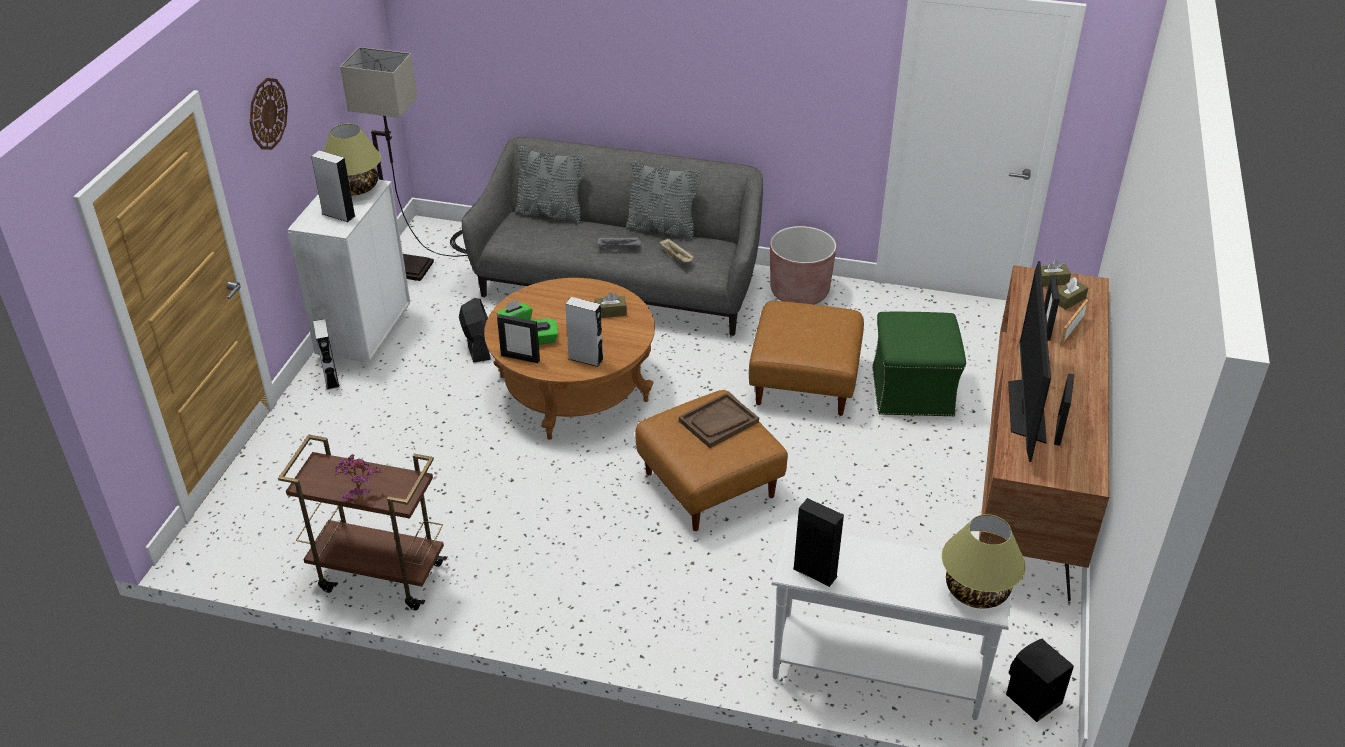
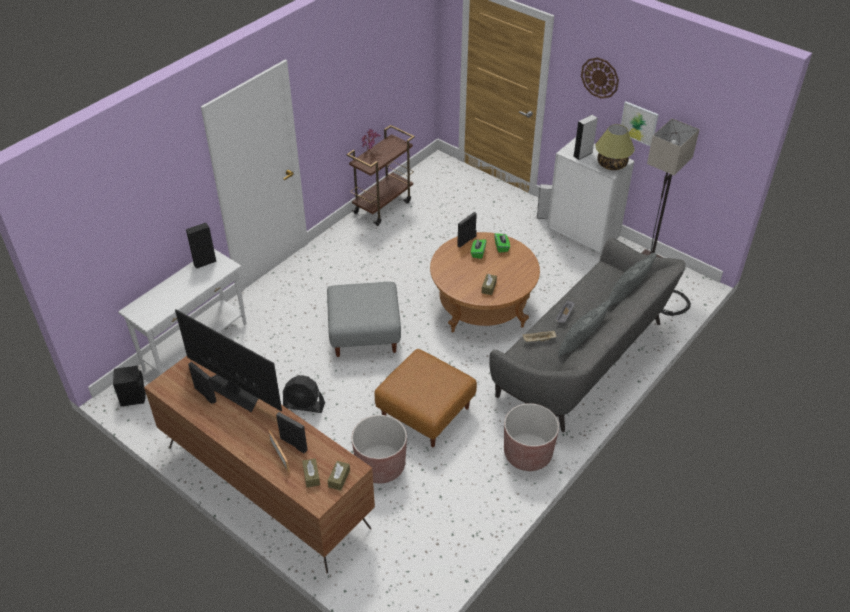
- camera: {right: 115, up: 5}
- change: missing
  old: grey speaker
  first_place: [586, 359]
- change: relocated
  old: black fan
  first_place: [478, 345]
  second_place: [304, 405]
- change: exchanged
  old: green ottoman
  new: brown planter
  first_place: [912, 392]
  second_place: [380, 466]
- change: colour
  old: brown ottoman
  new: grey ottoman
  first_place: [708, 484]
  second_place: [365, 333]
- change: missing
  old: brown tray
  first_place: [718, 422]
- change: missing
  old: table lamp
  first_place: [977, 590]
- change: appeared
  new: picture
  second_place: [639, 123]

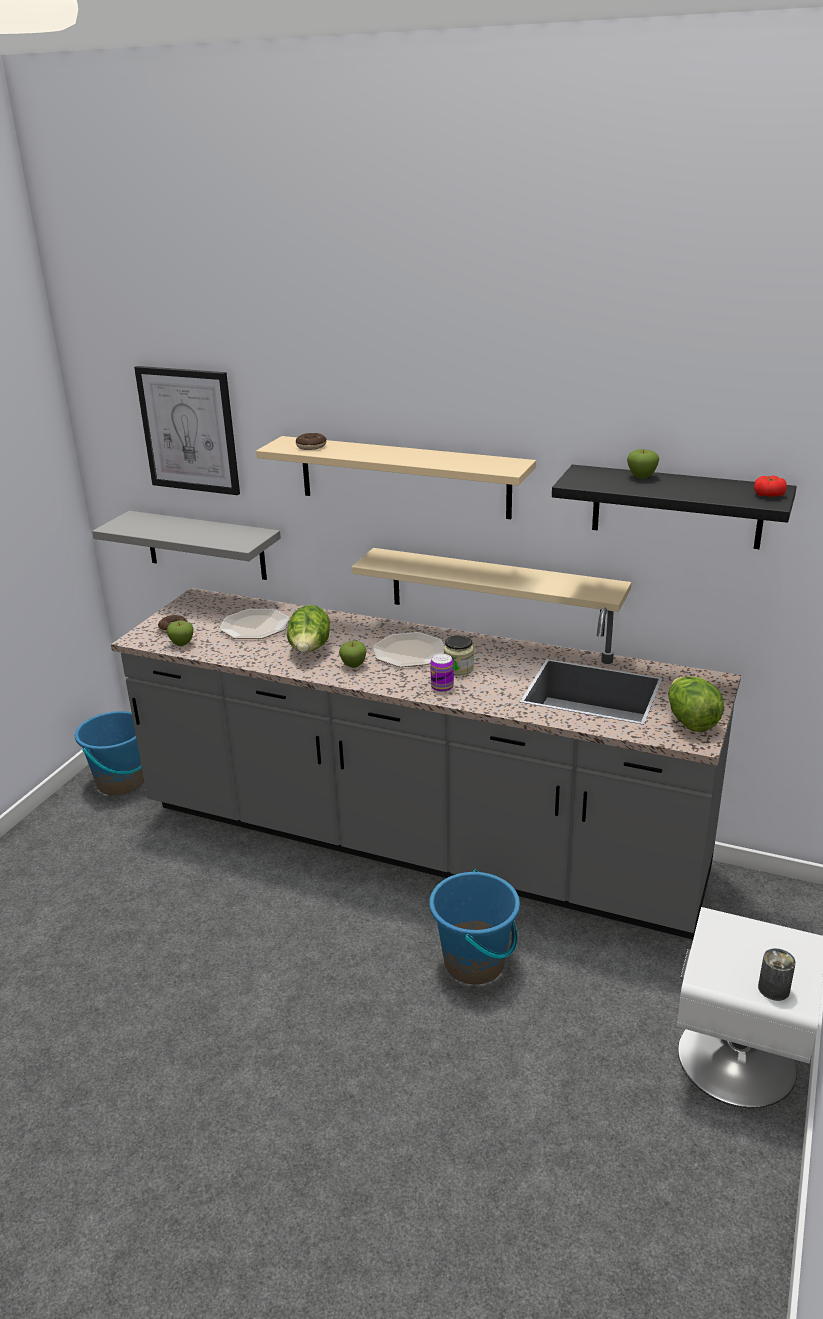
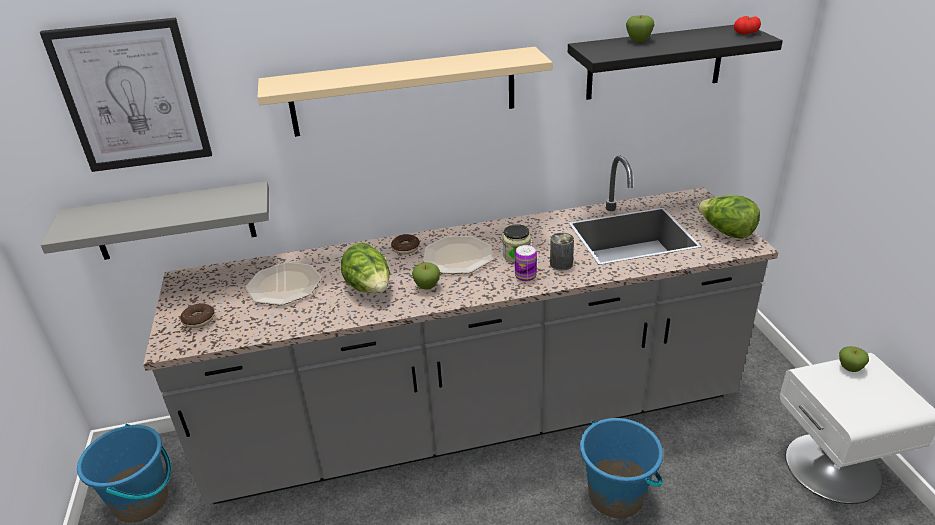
- camera: {right: -35, up: 5}
- change: relocated
  old: donut
  first_place: [311, 447]
  second_place: [406, 248]
- change: missing
  old: beige shelf
  first_place: [496, 591]
- change: relocated
  old: apple
  first_place: [182, 644]
  second_place: [850, 368]
- change: relocated
  old: can
  first_place: [773, 989]
  second_place: [561, 264]

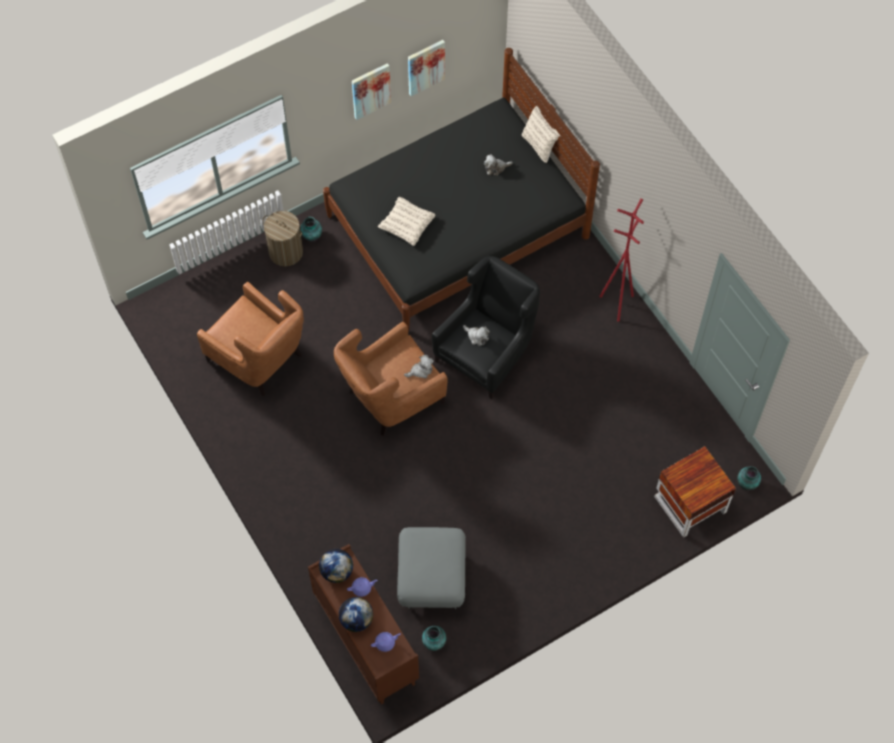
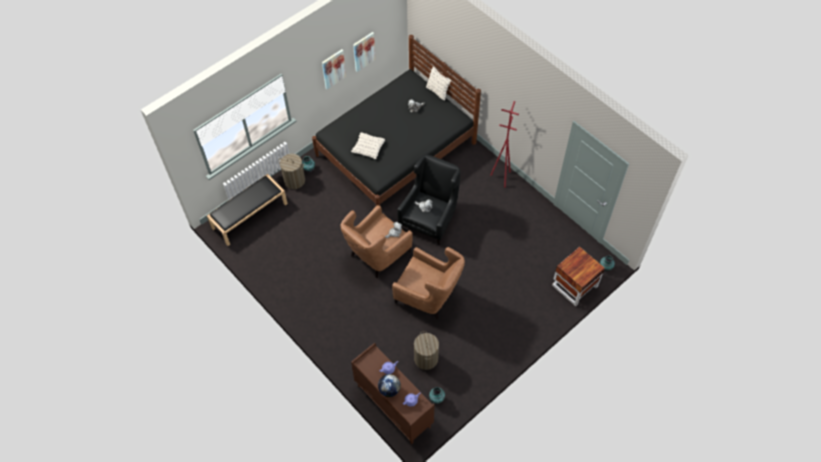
- camera: {right: -10, up: -5}
- change: relocated
  old: brown armchair
  first_place: [259, 358]
  second_place: [428, 296]
- change: exchanged
  old: grey ottoman
  new: laundry basket
  first_place: [431, 577]
  second_place: [426, 358]
- change: missing
  old: globe
  first_place: [337, 571]
- change: appeared
  new: black bench
  second_place: [250, 215]

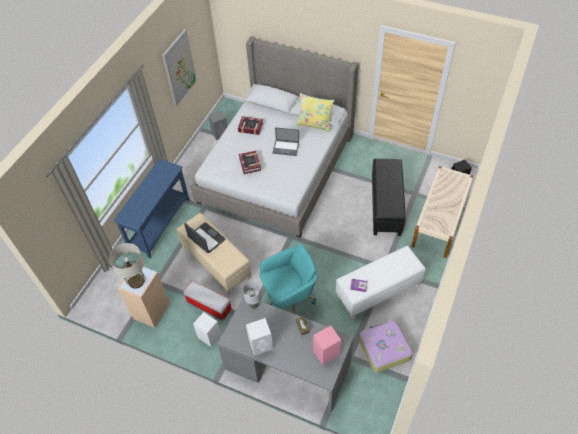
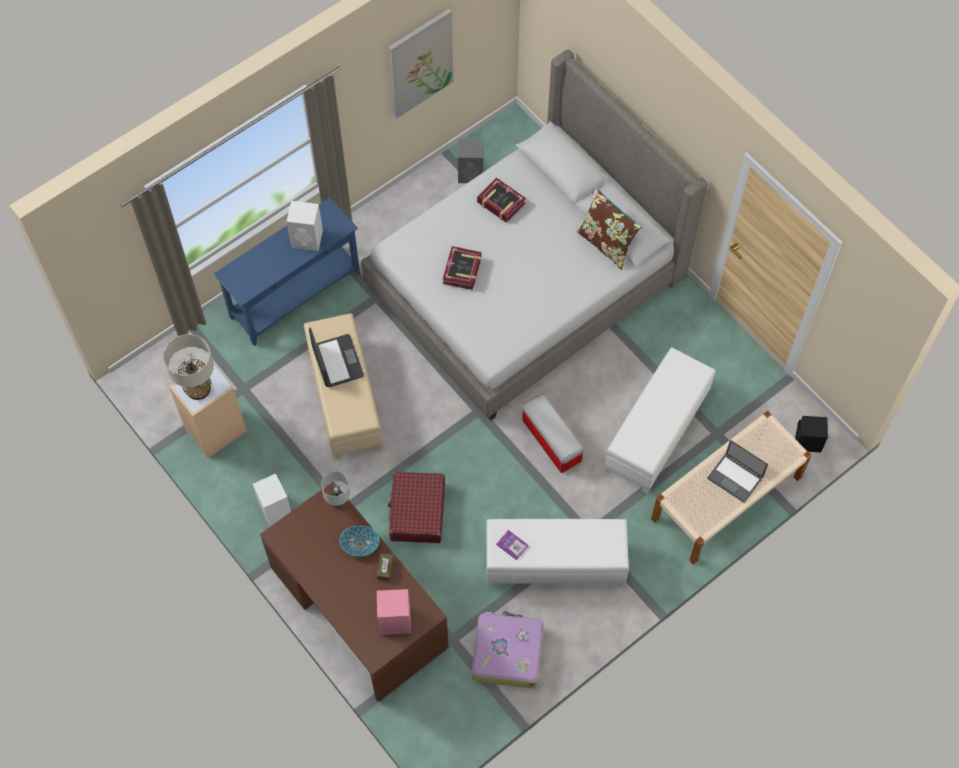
- camera: {right: 25, up: 10}
- change: colour
  old: yellow pillow
  new: brown pillow
  first_place: [315, 124]
  second_place: [606, 244]
- change: relocated
  old: laptop
  first_place: [286, 147]
  second_place: [735, 478]
- change: colour
  old: black ottoman
  new: white ottoman
  first_place: [386, 206]
  second_place: [657, 433]
- change: exchanged
  old: turquoise office chair
  new: red suitcase
  first_place: [290, 300]
  second_place: [417, 512]
- change: relocated
  old: storage box
  first_place: [208, 305]
  second_place: [551, 440]
- change: colour
  old: grey desk
  new: brown desk
  first_place: [287, 366]
  second_place: [358, 607]
- change: relocated
  old: white speaker
  first_place: [261, 344]
  second_place: [308, 239]
- change: appeared
  new: bowl
  second_place: [360, 544]

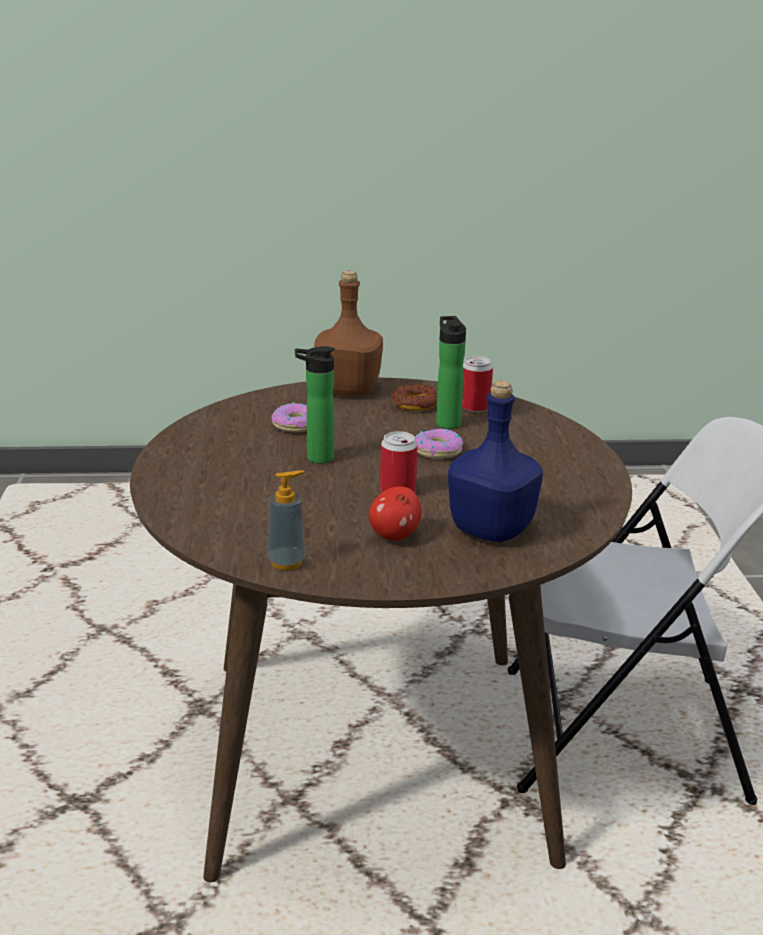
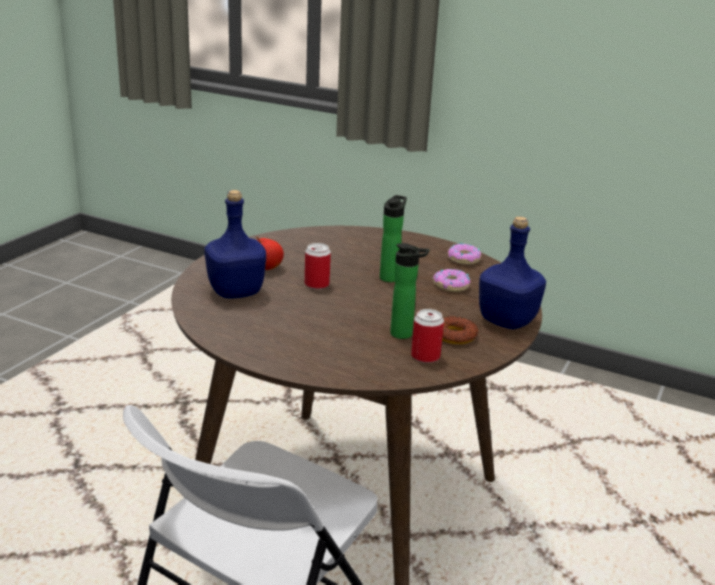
- camera: {right: 120, up: 0}
- change: colour
  old: brown bottle
  new: blue bottle
  first_place: [347, 390]
  second_place: [507, 320]
- change: relocated
  old: donut
  first_place: [437, 451]
  second_place: [464, 259]
- change: missing
  old: soap dispenser
  first_place: [286, 562]

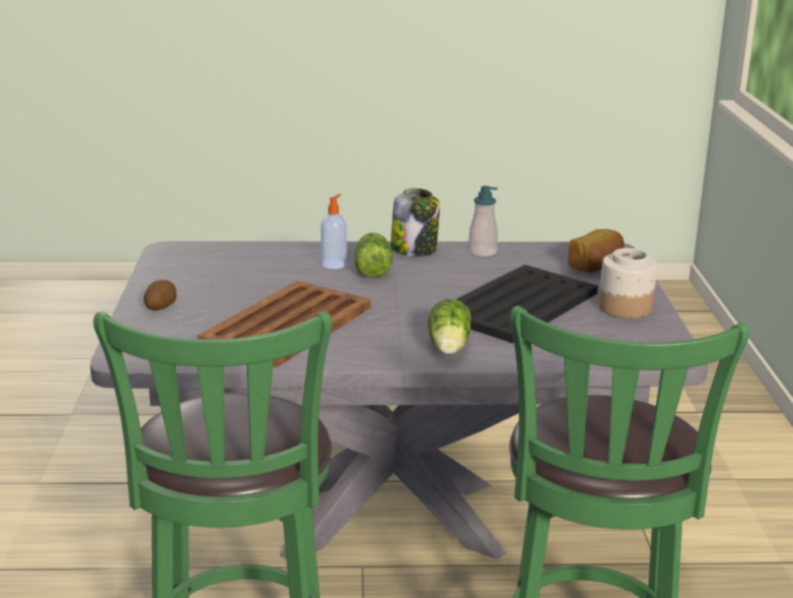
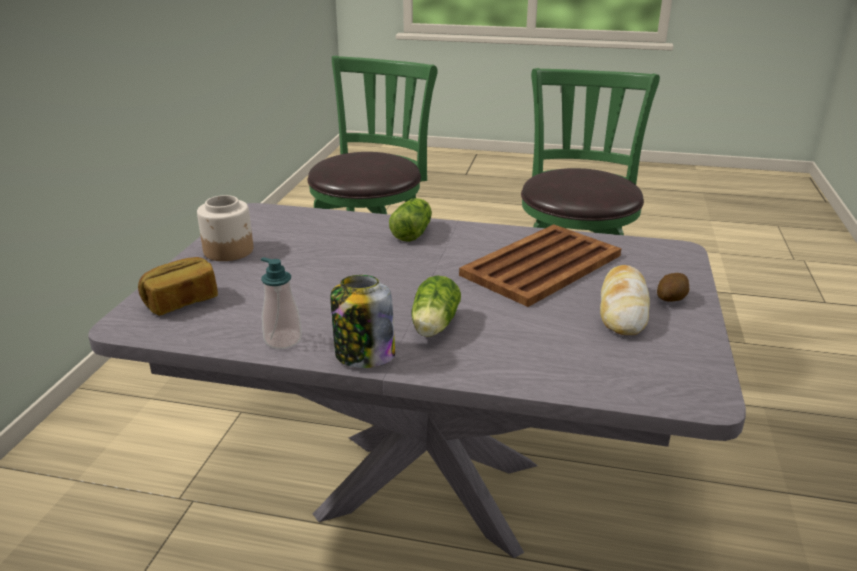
- camera: {right: -165, up: 5}
- change: missing
  old: soap dispenser
  first_place: [334, 264]
- change: missing
  old: black tray
  first_place: [520, 304]
- change: appeared
  new: bread
  second_place: [623, 309]

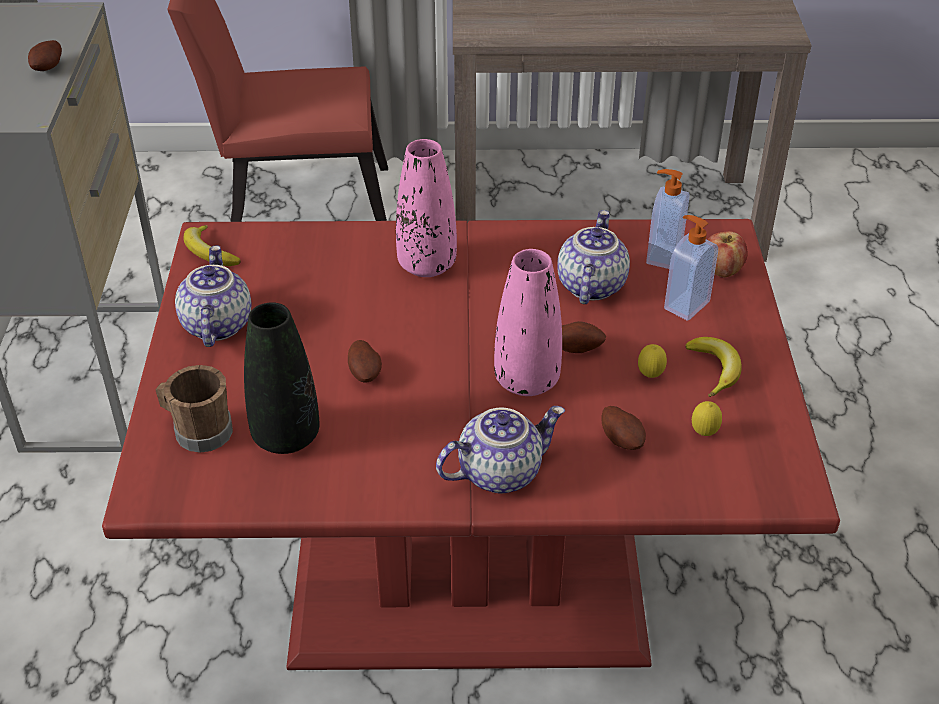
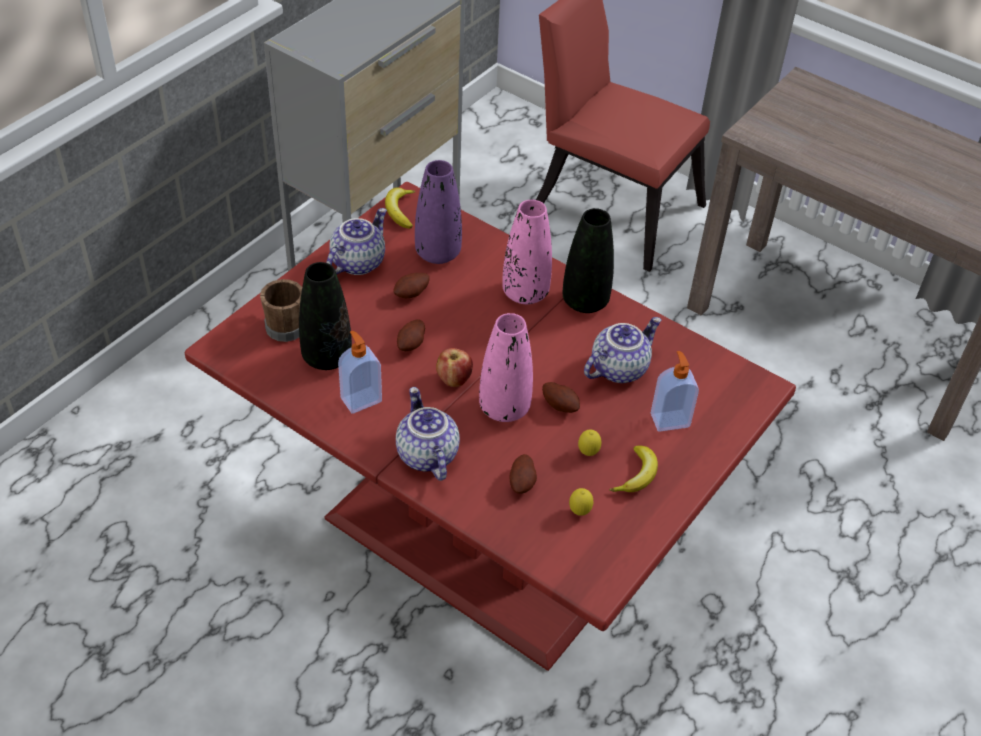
- camera: {right: 35, up: 5}
- change: relocated
  old: potato
  first_place: [49, 68]
  second_place: [412, 294]
- change: relocated
  old: soap dispenser
  first_place: [662, 256]
  second_place: [360, 399]
- change: relocated
  old: apple
  first_place: [722, 271]
  second_place: [454, 380]
- change: spun
  old: teapot
  first_place: [499, 471]
  second_place: [425, 455]
  degrees: -120
- change: appeared
  new: purple vase
  second_place: [438, 253]
- change: appeared
  new: black vase
  second_place: [585, 302]

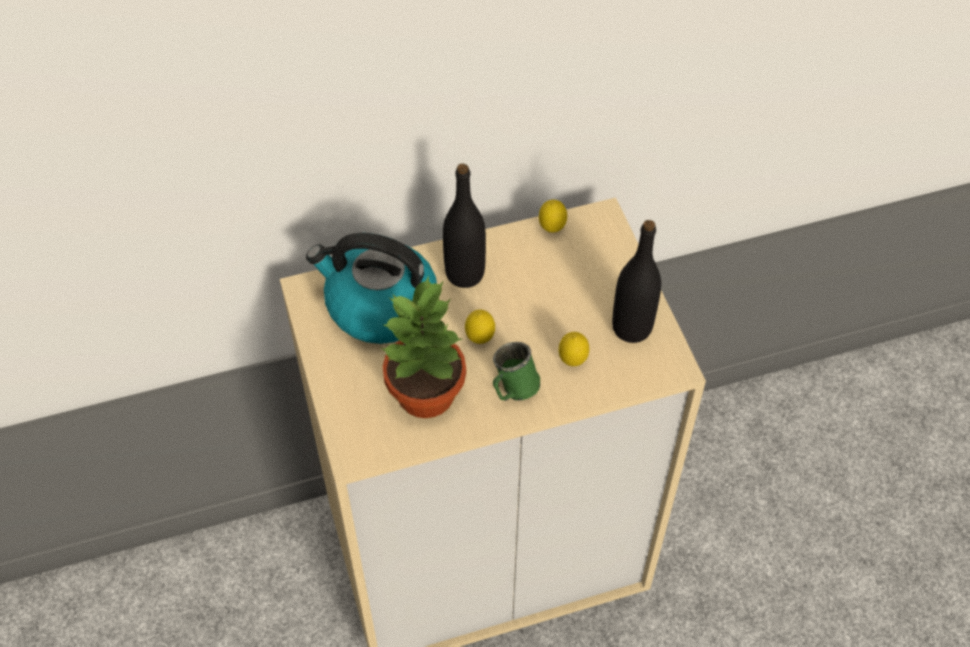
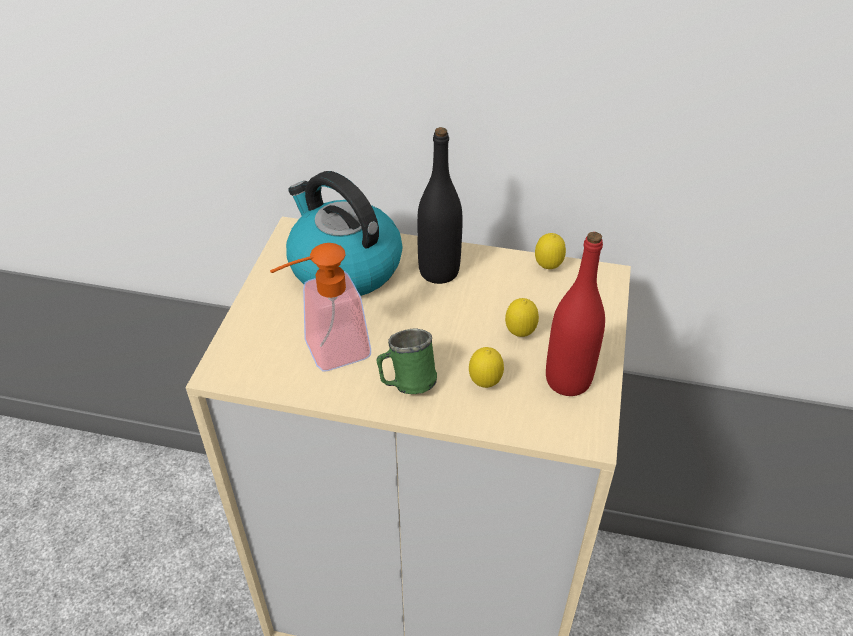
- camera: {right: 30, up: -10}
- change: colour
  old: black bottle
  new: red bottle
  first_place: [631, 328]
  second_place: [568, 380]
- change: exchanged
  old: potted plant
  new: soap dispenser
  first_place: [427, 394]
  second_place: [326, 352]
- change: relocated
  old: lemon
  first_place: [480, 339]
  second_place: [520, 334]

